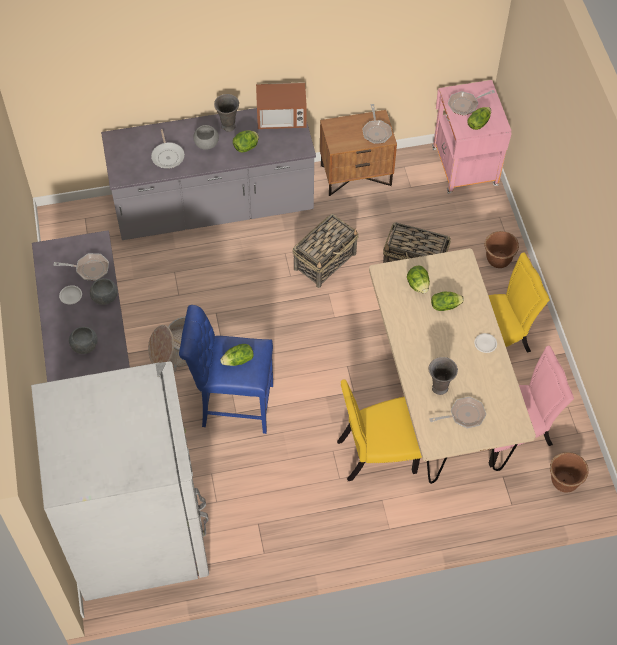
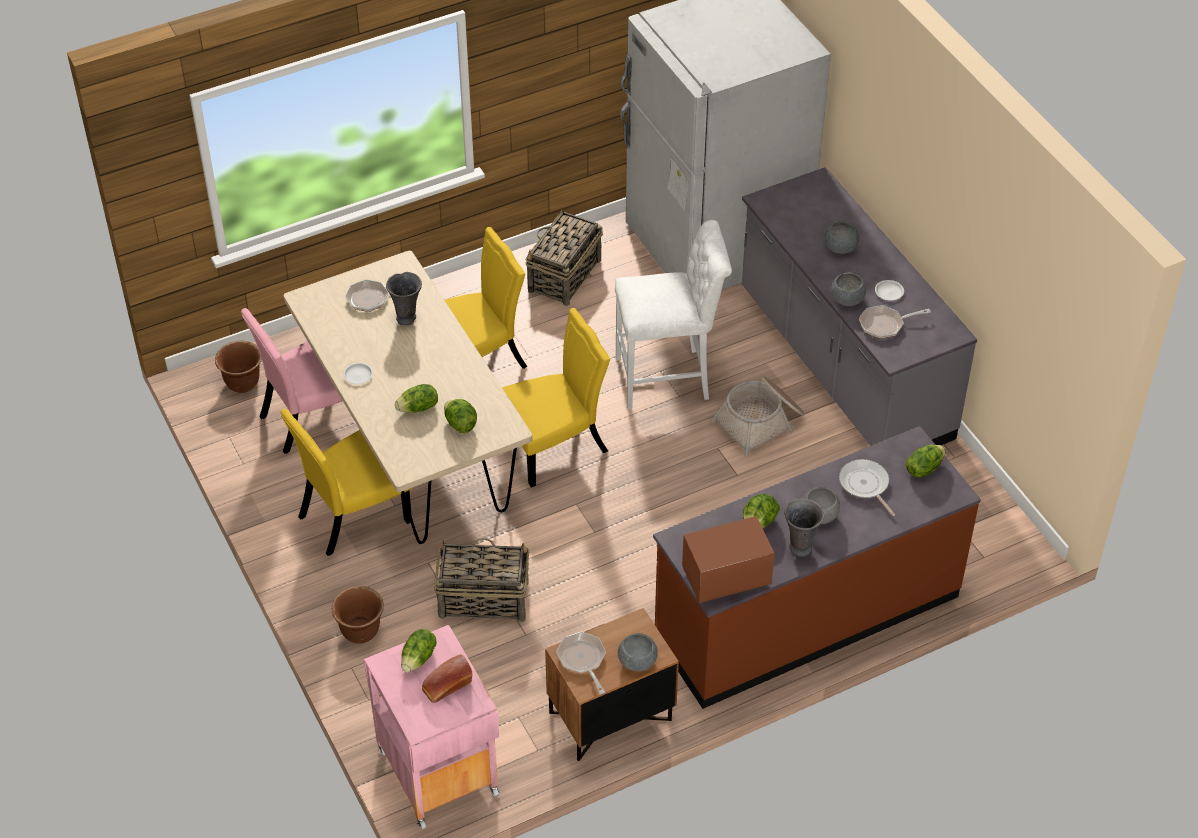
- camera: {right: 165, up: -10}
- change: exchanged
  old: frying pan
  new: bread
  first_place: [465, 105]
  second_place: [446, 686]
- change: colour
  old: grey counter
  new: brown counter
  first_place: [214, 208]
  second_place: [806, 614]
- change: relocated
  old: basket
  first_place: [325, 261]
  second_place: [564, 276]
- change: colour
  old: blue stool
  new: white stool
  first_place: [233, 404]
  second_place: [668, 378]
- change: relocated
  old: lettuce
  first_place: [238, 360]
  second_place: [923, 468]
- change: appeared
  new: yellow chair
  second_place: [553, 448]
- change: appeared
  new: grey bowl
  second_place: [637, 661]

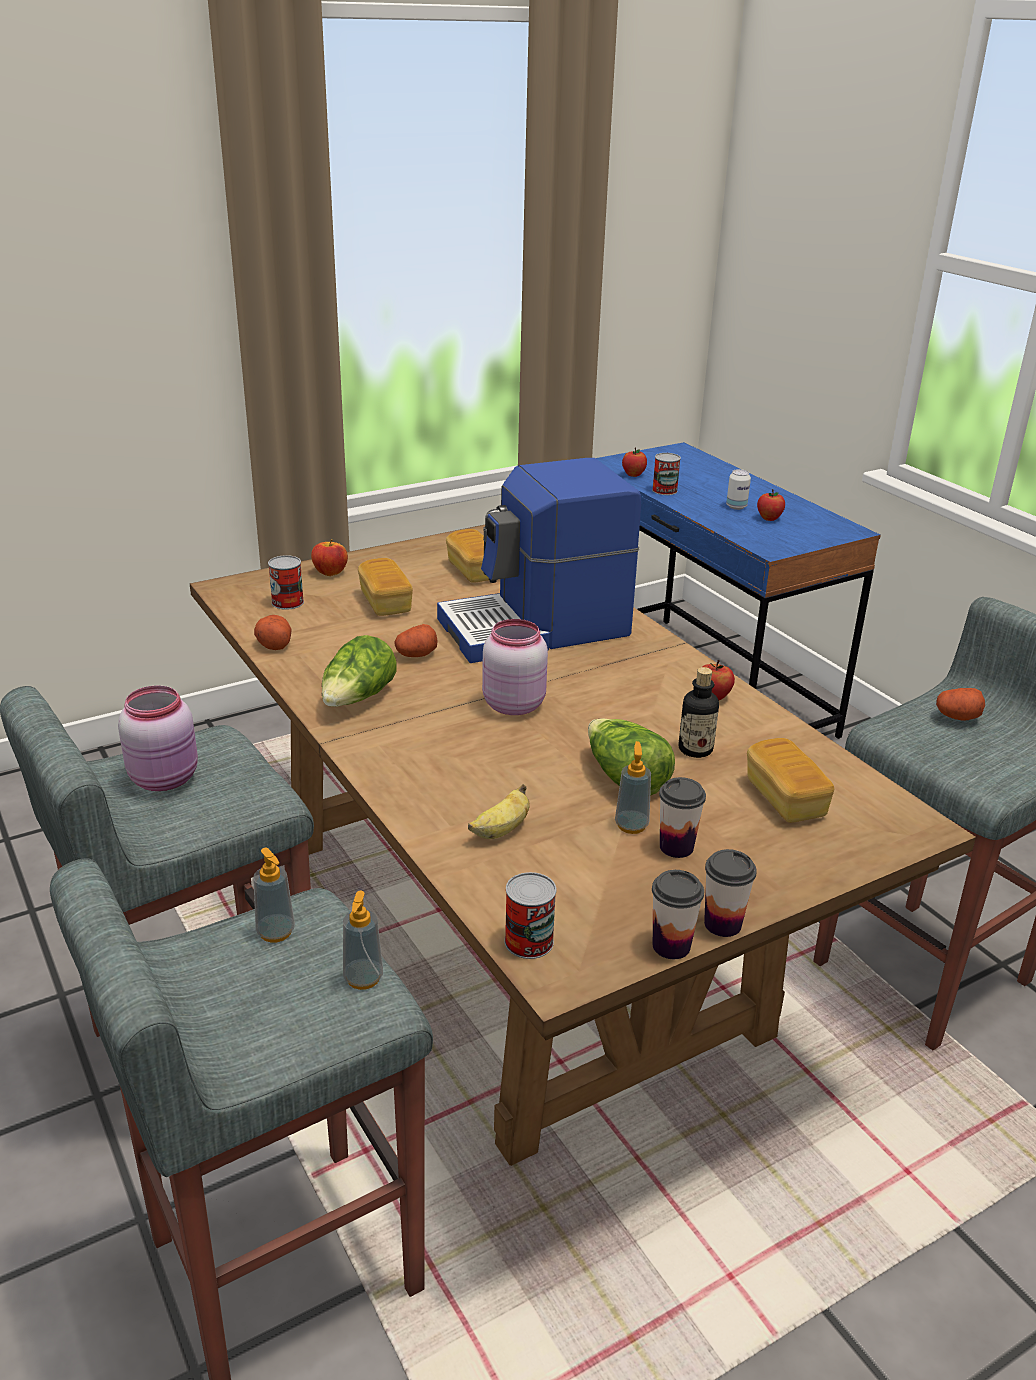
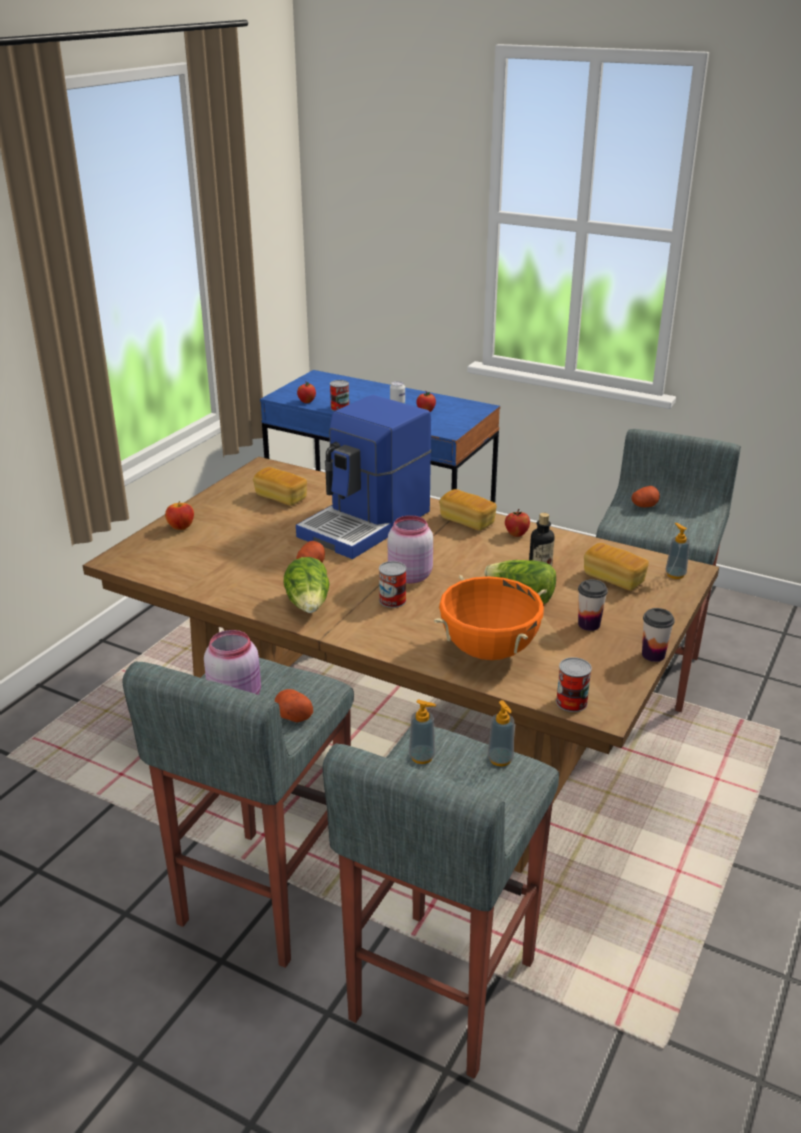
- camera: {right: -30, up: 0}
- change: relocated
  old: can
  first_place: [287, 602]
  second_place: [392, 600]
- change: relocated
  old: bread
  first_place: [385, 603]
  second_place: [467, 521]
- change: relocated
  old: potato
  first_place: [274, 643]
  second_place: [292, 715]
- change: relocated
  old: soap dispenser
  first_place: [631, 825]
  second_place: [675, 574]
- change: exchanged
  old: banana
  new: orange cooking pot
  first_place: [501, 831]
  second_place: [489, 650]
- change: missing
  old: cup
  first_place: [671, 946]

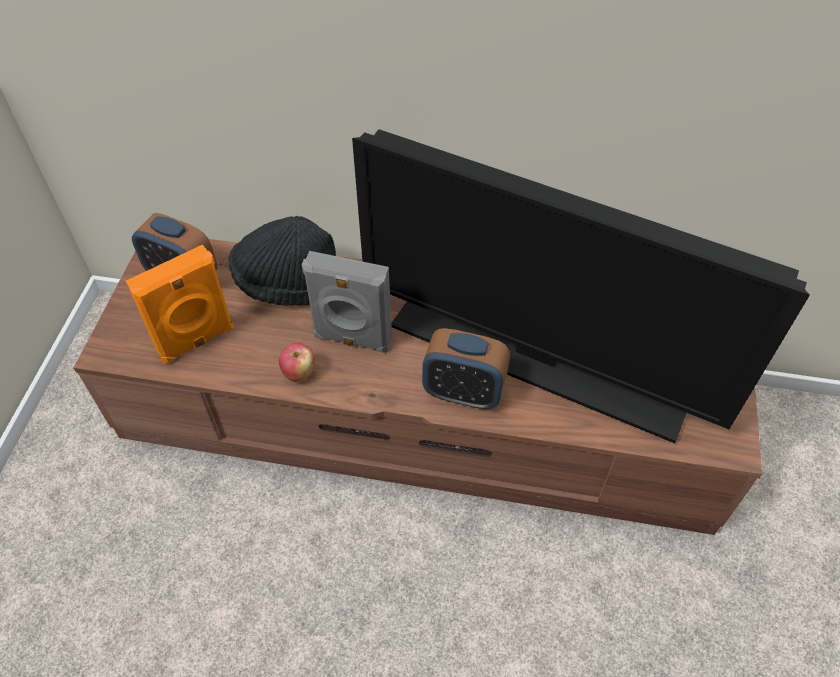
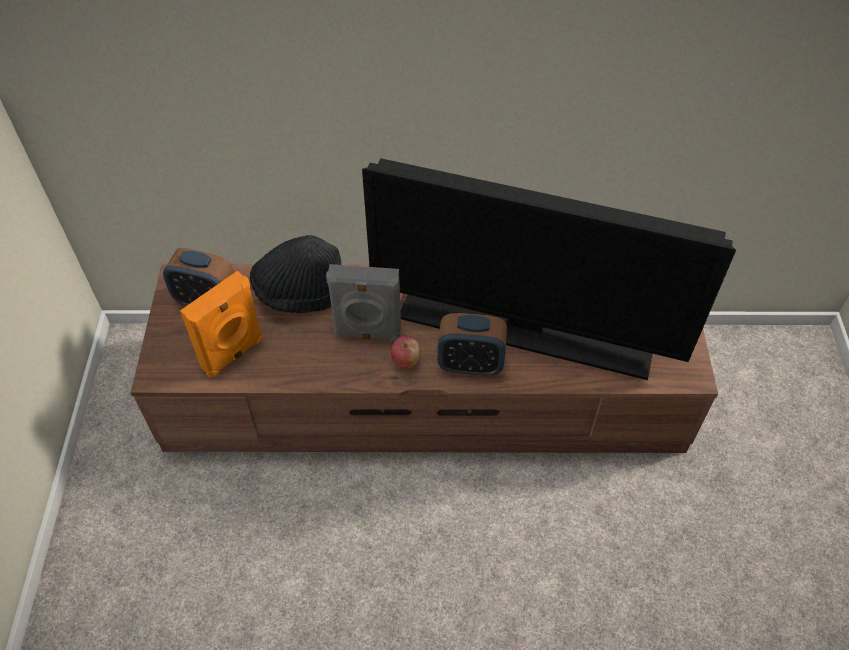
- camera: {right: -10, up: 0}
- change: relocated
  old: apple
  first_place: [299, 373]
  second_place: [406, 361]

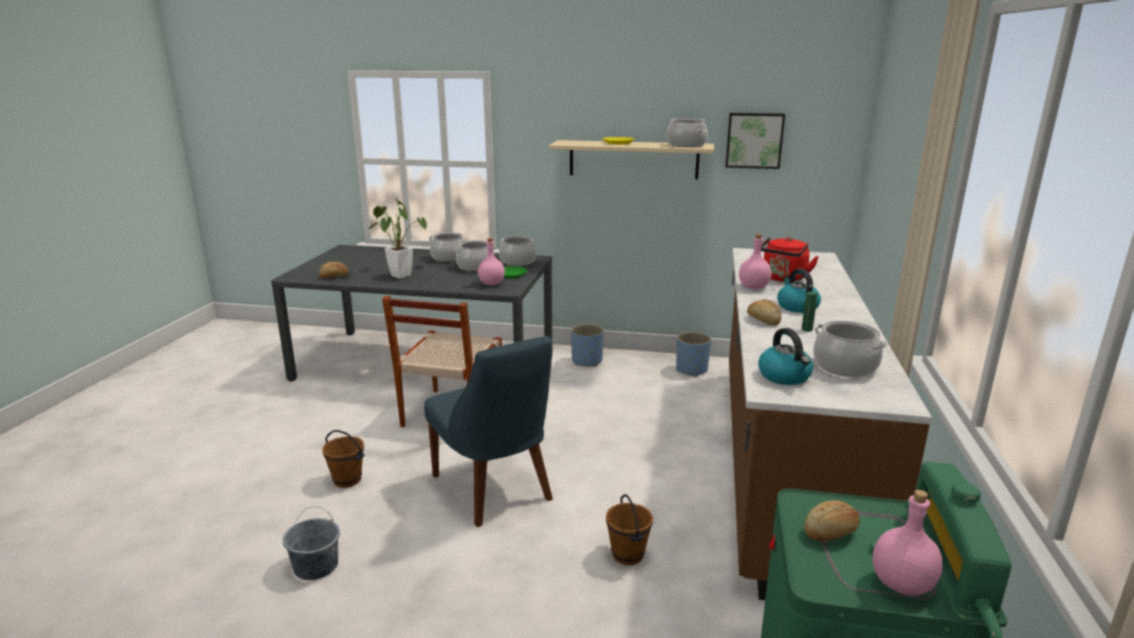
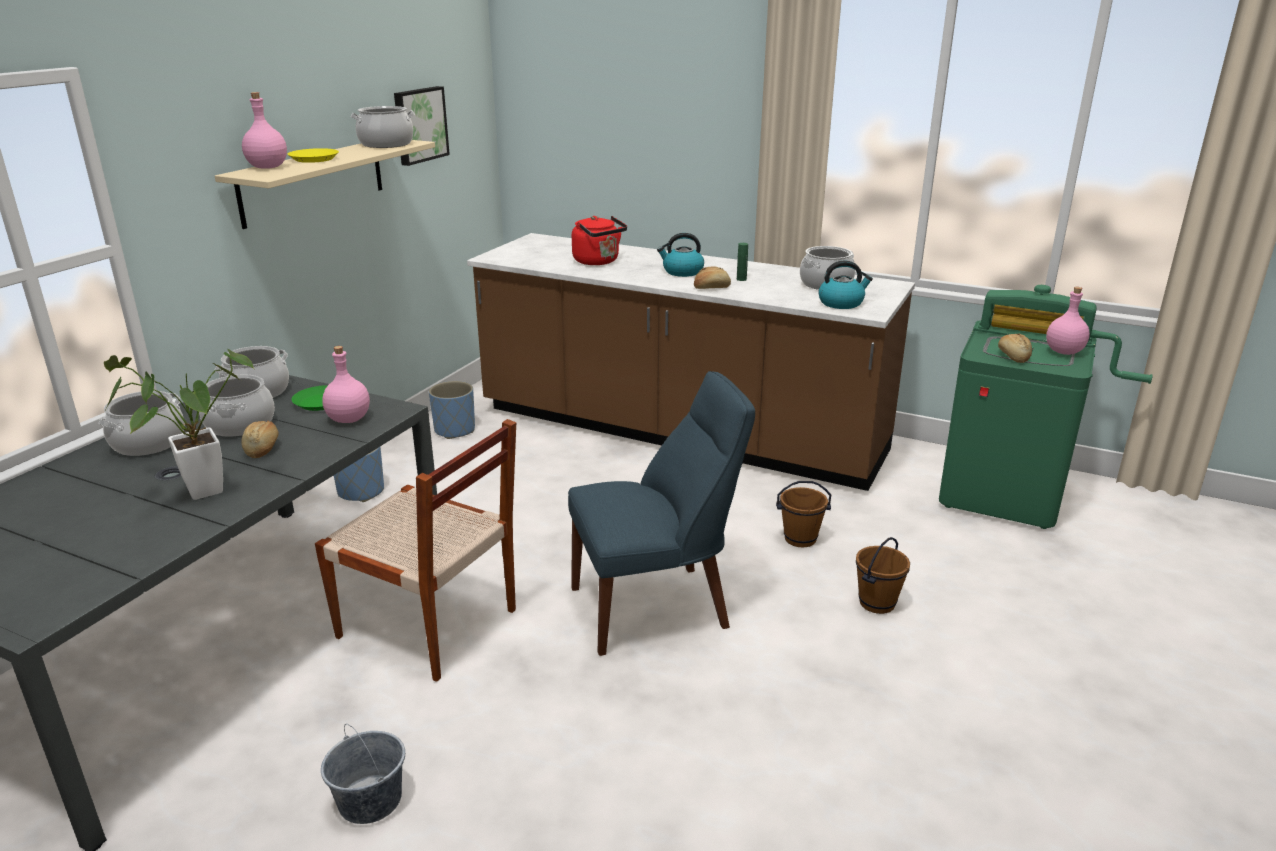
- camera: {right: -75, up: 5}
- change: relocated
  old: pink bottle
  first_place: [753, 287]
  second_place: [267, 167]
- change: relocated
  old: bread
  first_place: [334, 276]
  second_place: [262, 448]
- change: relocated
  old: brown bucket
  first_place: [348, 480]
  second_place: [876, 603]
- change: relocated
  old: grey bucket
  first_place: [315, 566]
  second_place: [370, 800]

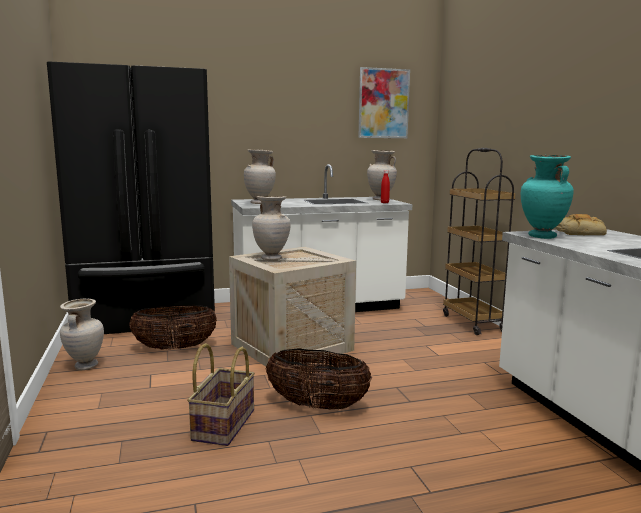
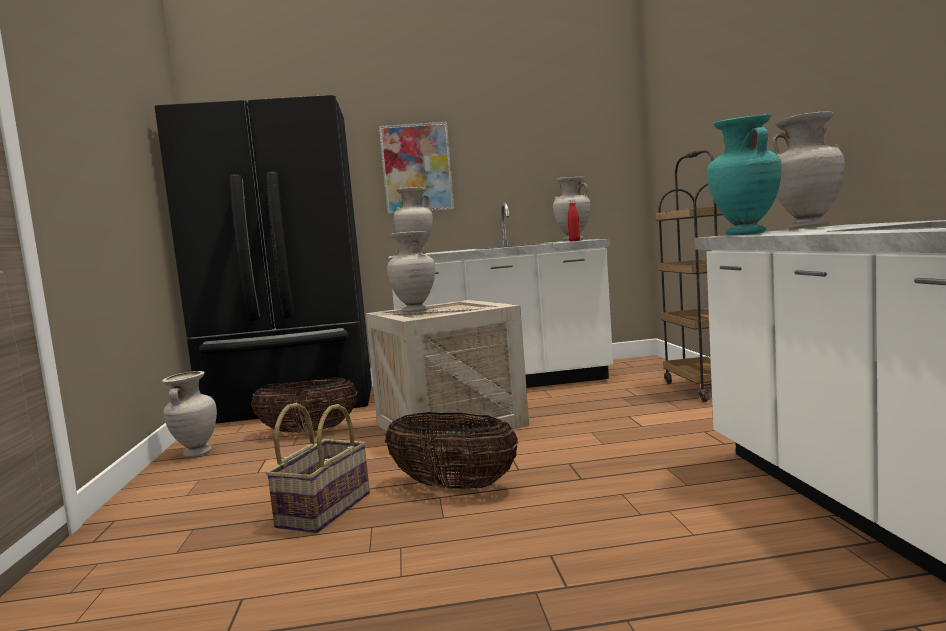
- camera: {right: 10, up: -5}
- change: relocated
  old: picture
  first_place: [383, 103]
  second_place: [417, 168]
- change: exchanged
  old: bread
  new: beige vase
  first_place: [580, 233]
  second_place: [808, 228]

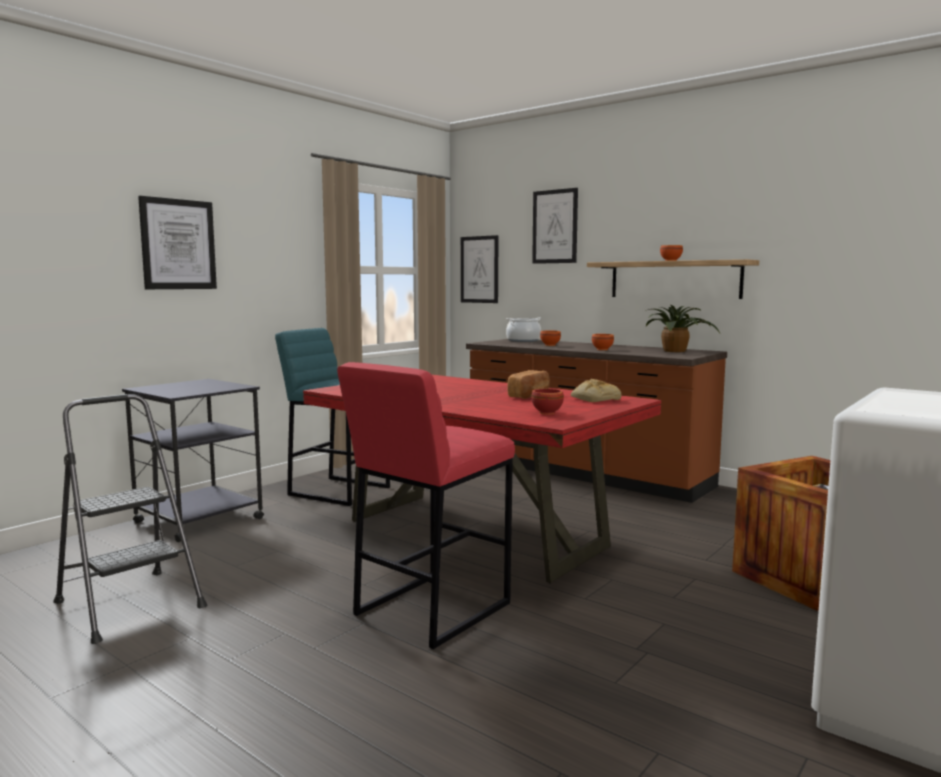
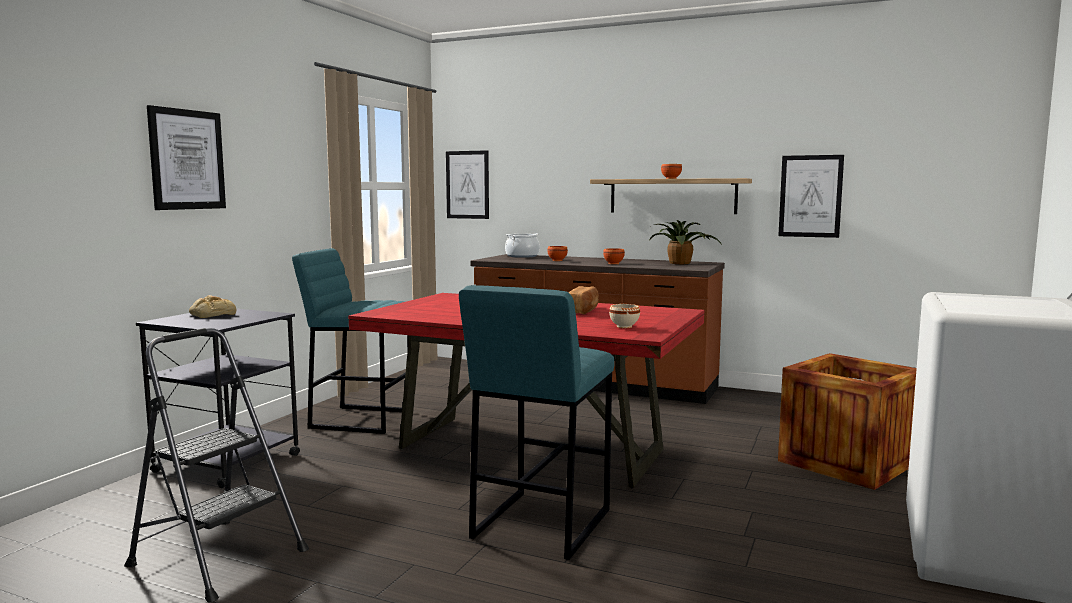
- camera: {right: -15, up: 0}
- change: relocated
  old: picture
  first_place: [555, 226]
  second_place: [810, 196]
- change: colour
  old: red stool
  new: turquoise stool
  first_place: [430, 610]
  second_place: [540, 525]
- change: relocated
  old: bread
  first_place: [594, 398]
  second_place: [212, 314]
- change: colour
  old: red bowl
  new: beige bowl
  first_place: [547, 413]
  second_place: [624, 327]

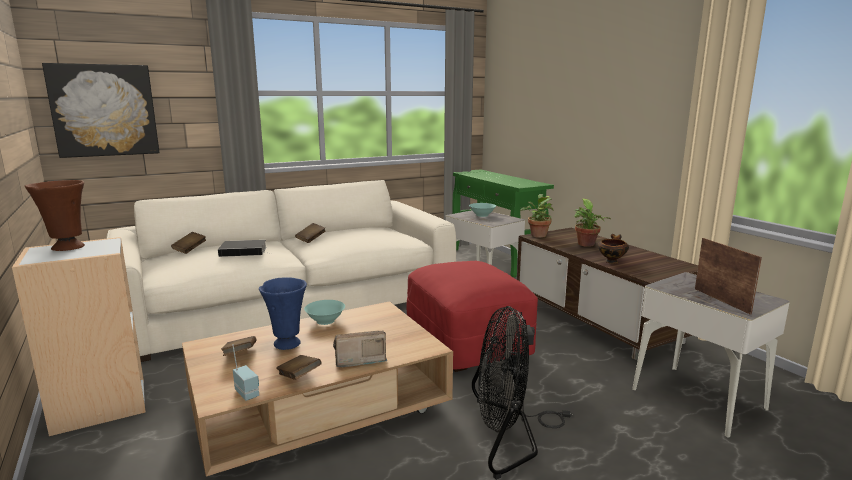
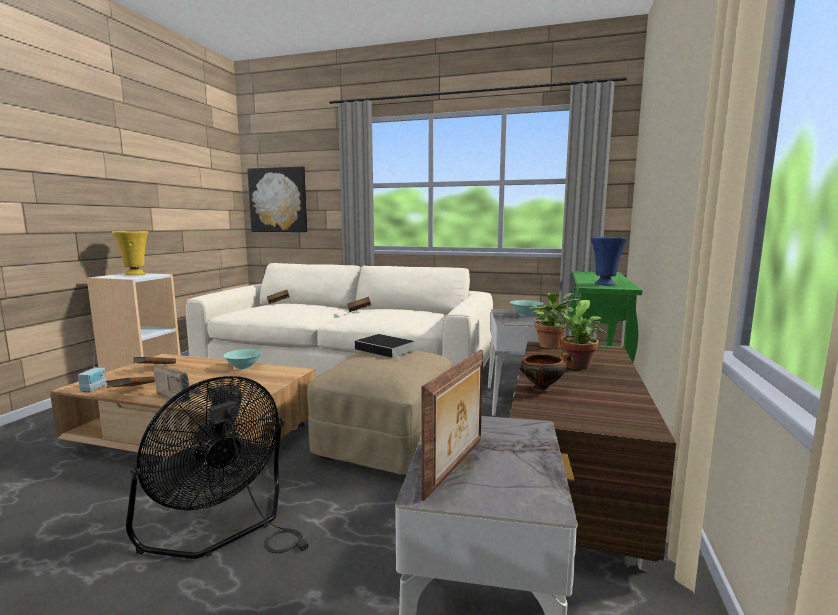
- camera: {right: 45, up: -5}
- change: colour
  old: brown vase
  new: yellow vase
  first_place: [66, 248]
  second_place: [134, 274]
- change: relocated
  old: book
  first_place: [245, 251]
  second_place: [386, 350]
- change: colour
  old: red ottoman
  new: beige ottoman
  first_place: [466, 342]
  second_place: [386, 440]
- change: relocated
  old: blue vase
  first_place: [287, 343]
  second_place: [605, 284]

